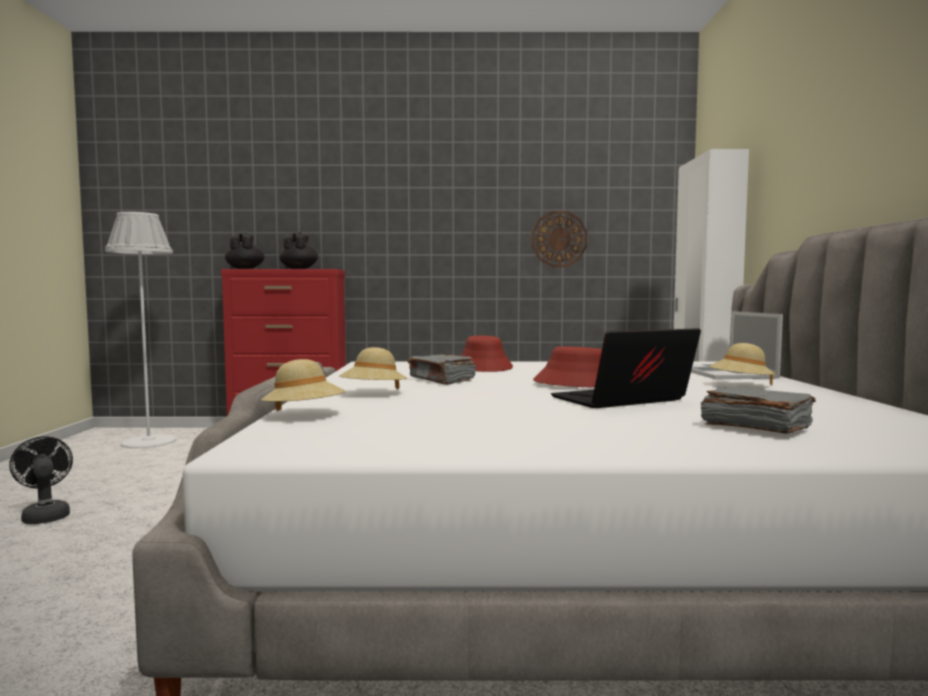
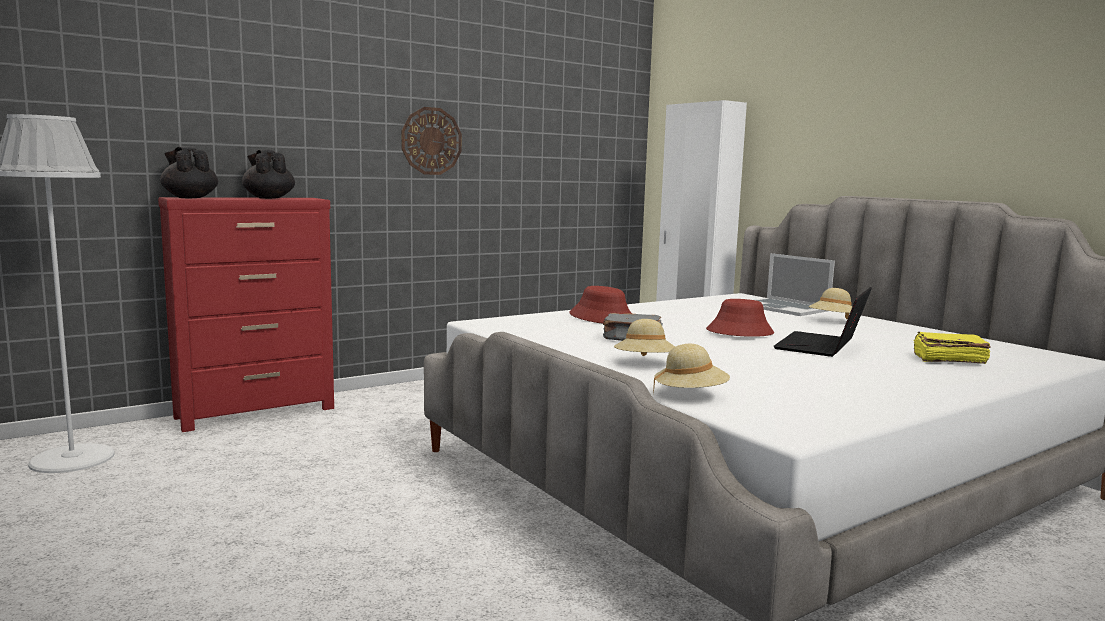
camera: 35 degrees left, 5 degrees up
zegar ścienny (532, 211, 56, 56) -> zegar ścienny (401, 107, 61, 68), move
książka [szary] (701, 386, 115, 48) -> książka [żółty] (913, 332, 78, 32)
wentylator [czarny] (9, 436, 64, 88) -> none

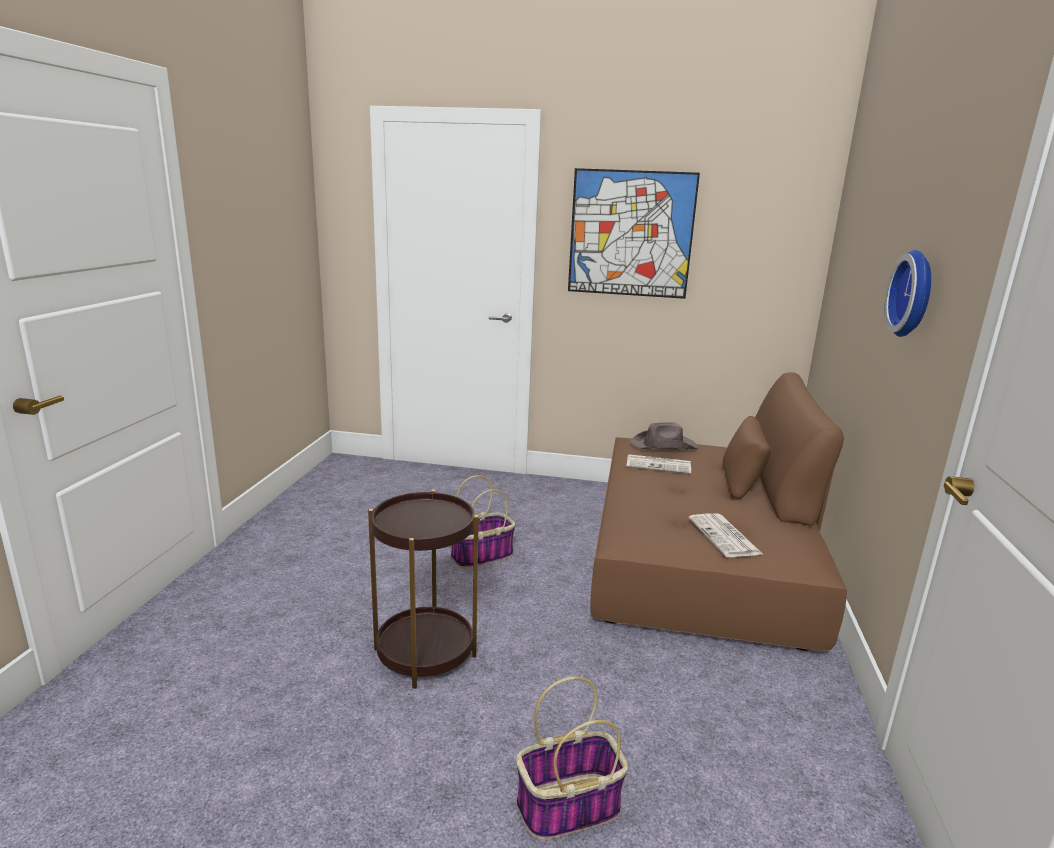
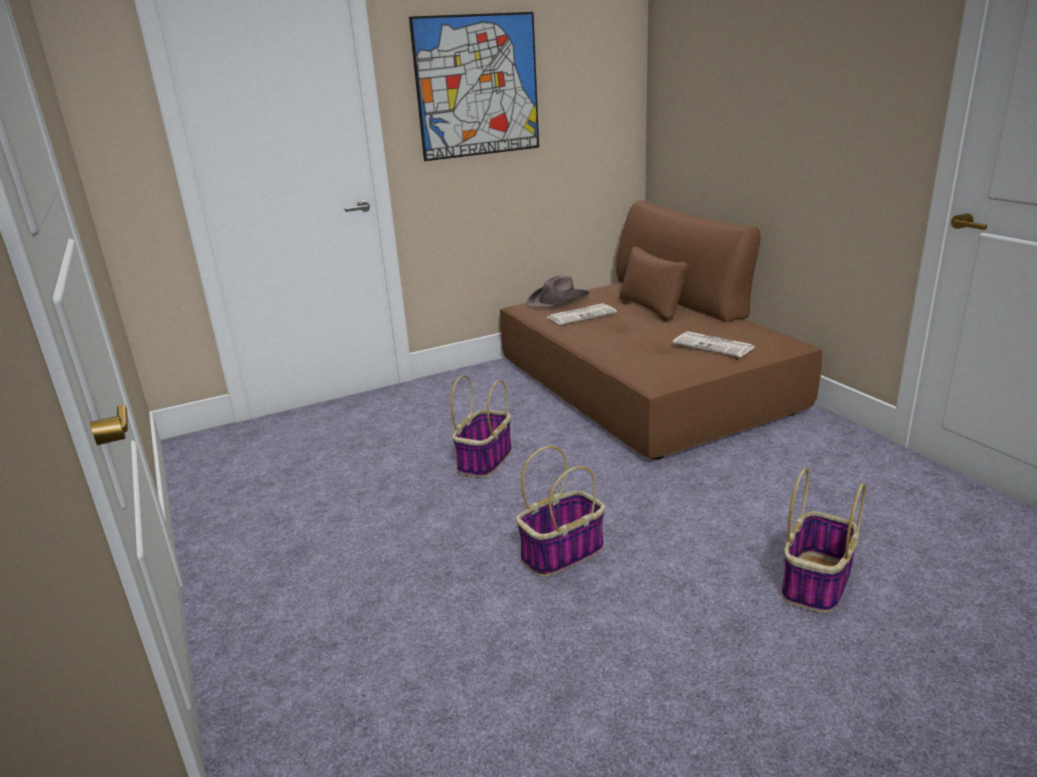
camera: 35 degrees left, 5 degrees up
zegar ścienny (884, 250, 47, 87) -> none
stolik [brązowy] (368, 489, 111, 199) -> koszyk (516, 446, 89, 131)

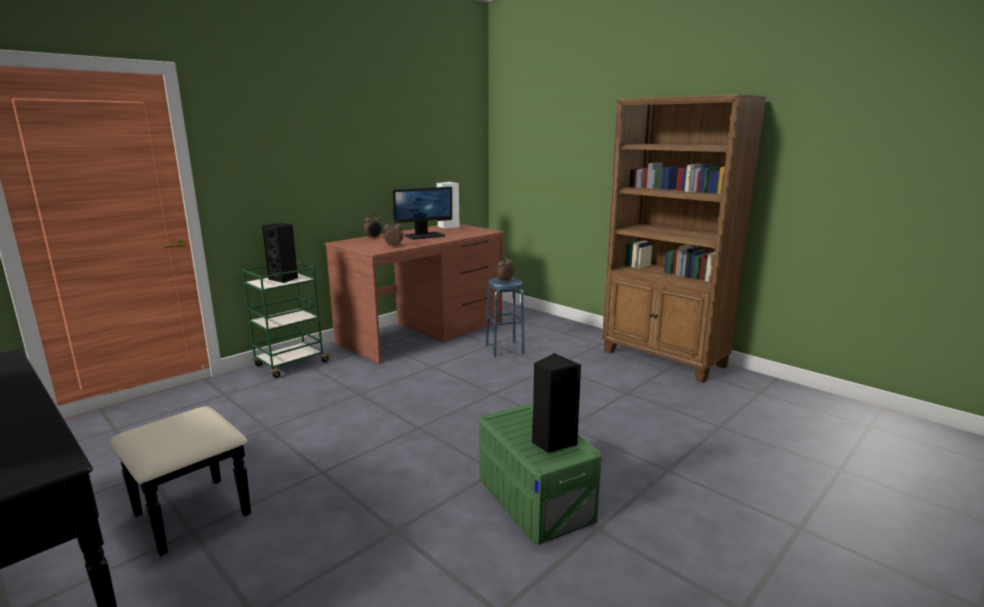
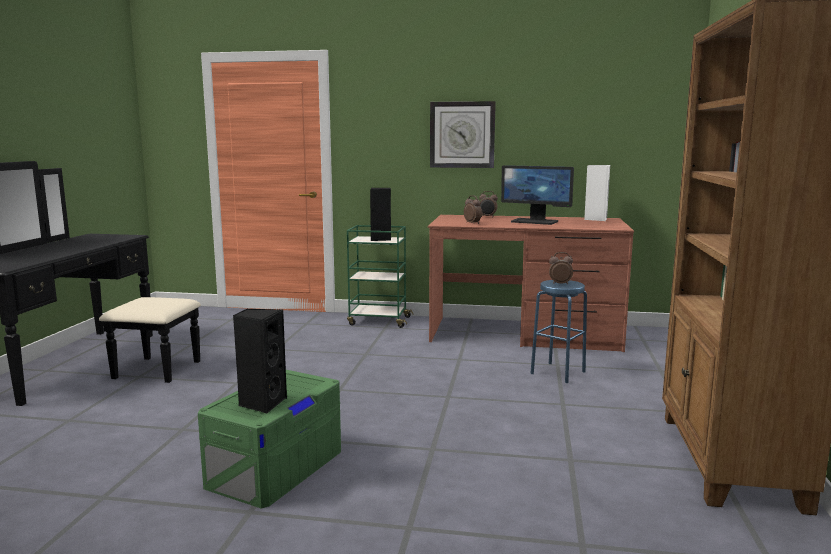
camera: 55 degrees right, 5 degrees down
none -> zegar ścienny (430, 101, 66, 67)

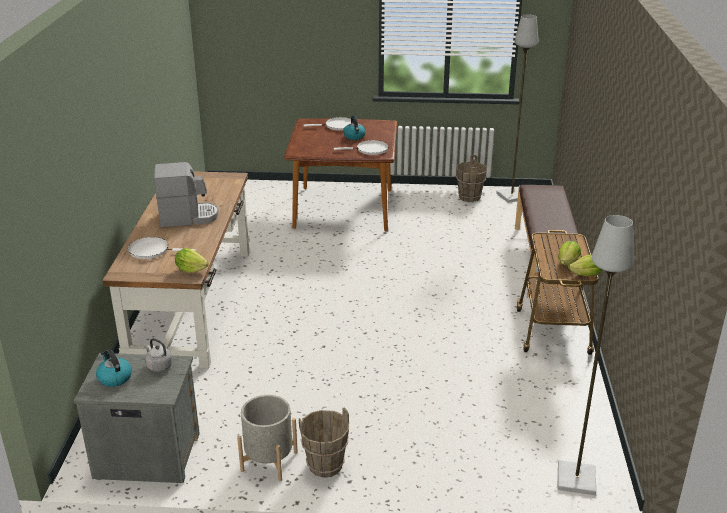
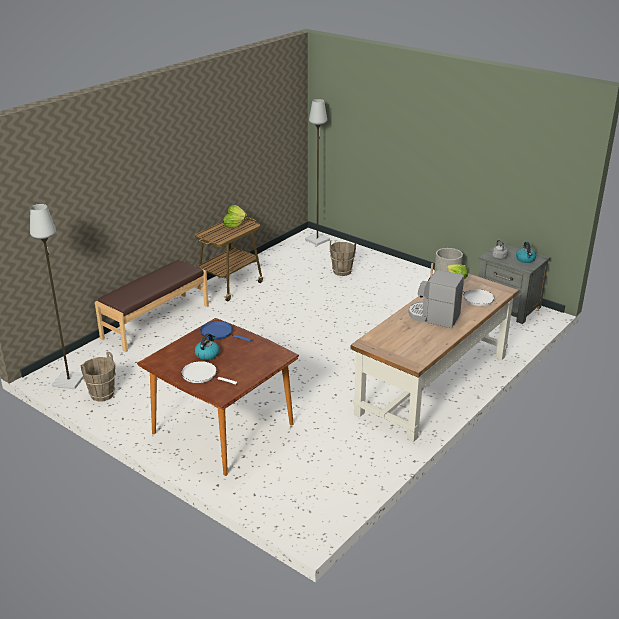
camera: 145 degrees left, 0 degrees up
patelnia [biały] (334, 140, 55, 15) -> patelnia [niebieski] (200, 321, 51, 21)
wiadro [brązowy] (299, 408, 50, 70) -> wiadro [brązowy] (330, 241, 26, 35), move

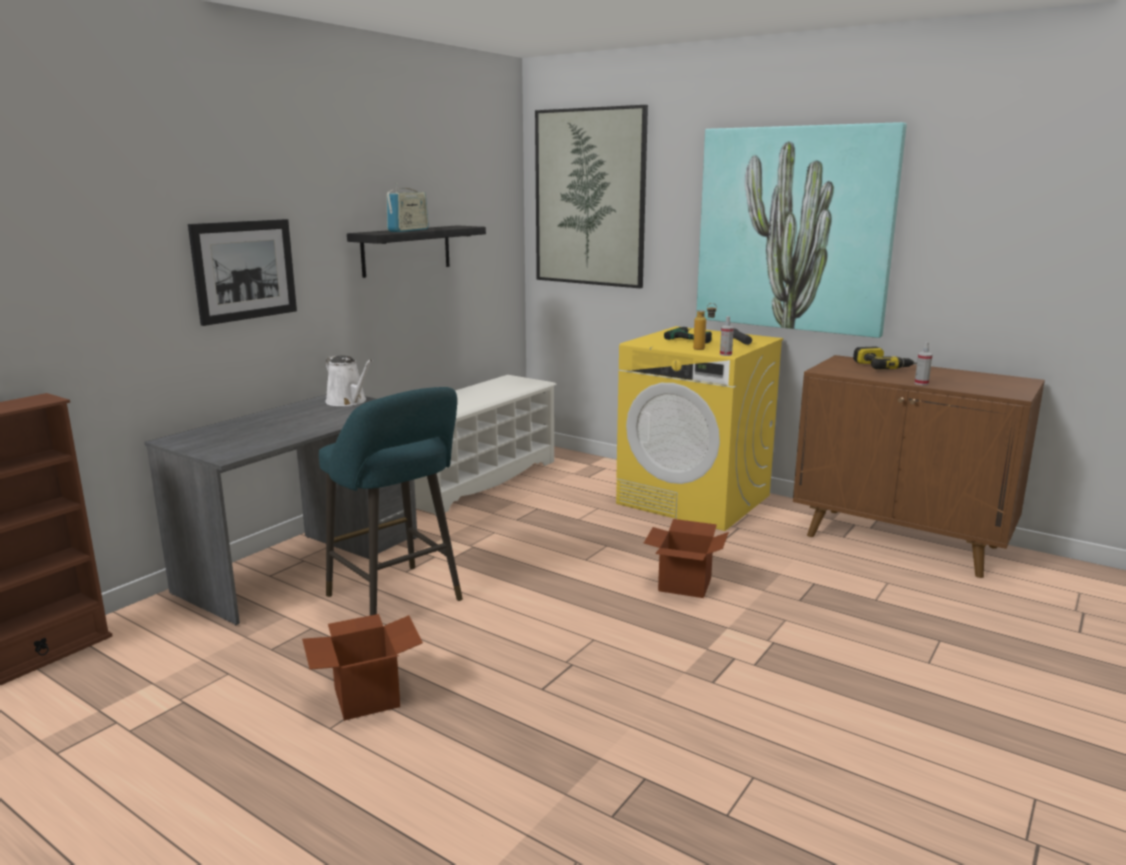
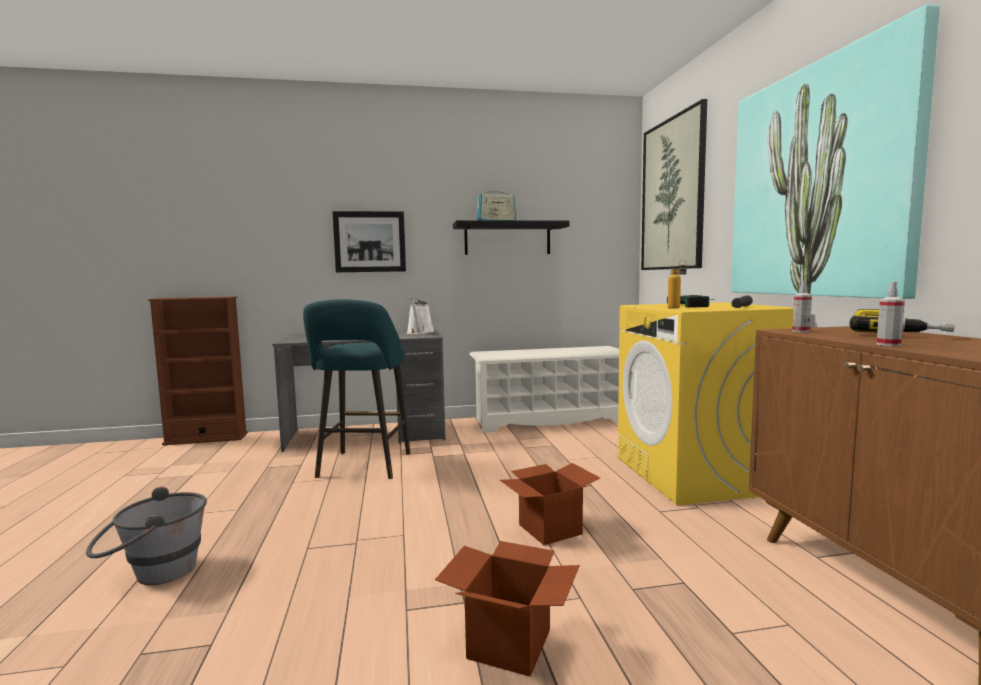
camera: 45 degrees right, 10 degrees down
spryskiwacz (720, 316, 14, 40) -> spryskiwacz (792, 281, 20, 51), move
karton (302, 614, 121, 107) -> karton (435, 541, 145, 136), move
none -> wiadro [szary] (86, 486, 121, 99)

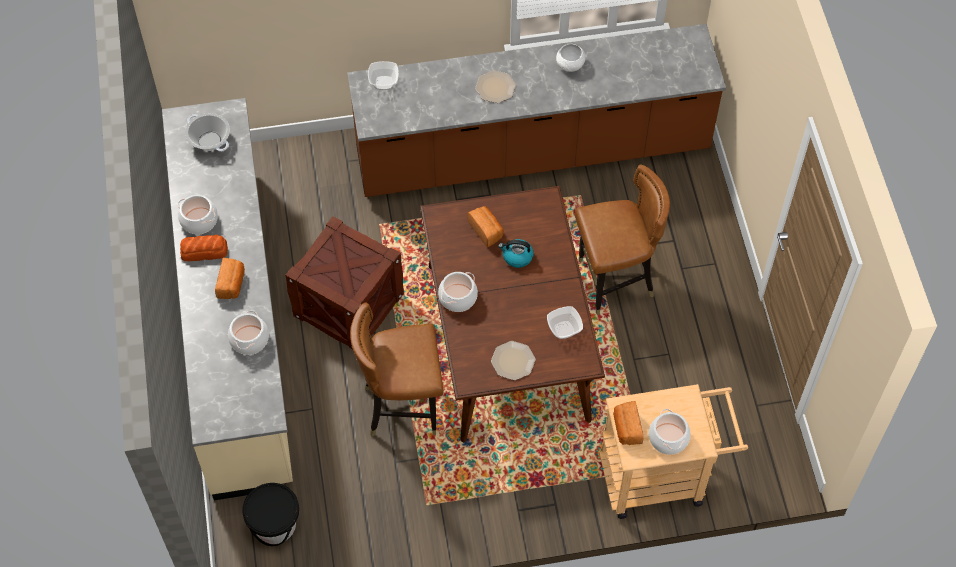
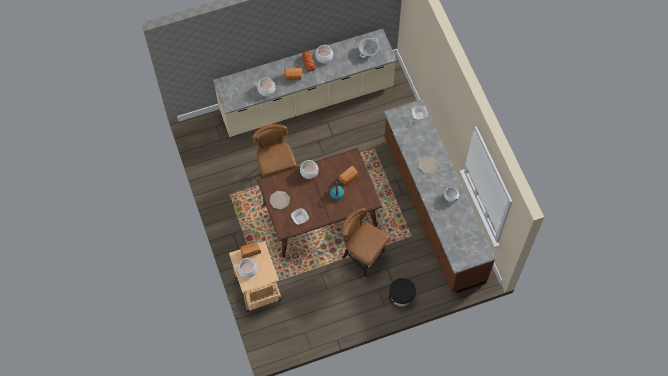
camera: 80 degrees right, 5 degrees up
krzesło [brązowy] (575, 164, 95, 151) -> krzesło [brązowy] (342, 208, 48, 71), 150 degrees clockwise
skrzynka (285, 216, 119, 134) -> none
wiadro [czarny] (242, 483, 57, 63) -> wiadro [czarny] (389, 278, 27, 29), move

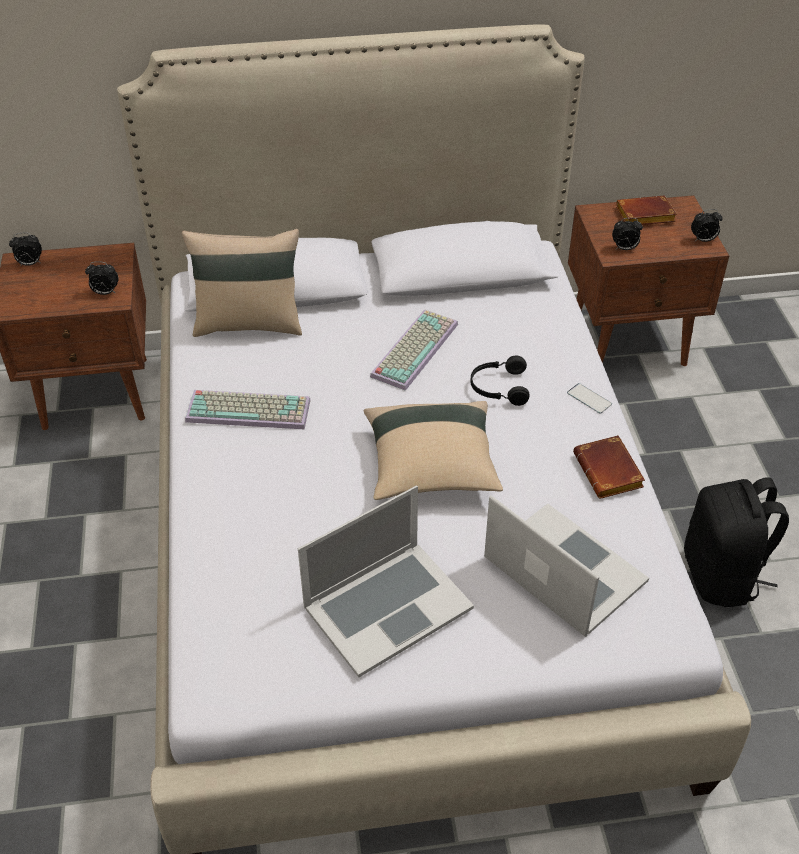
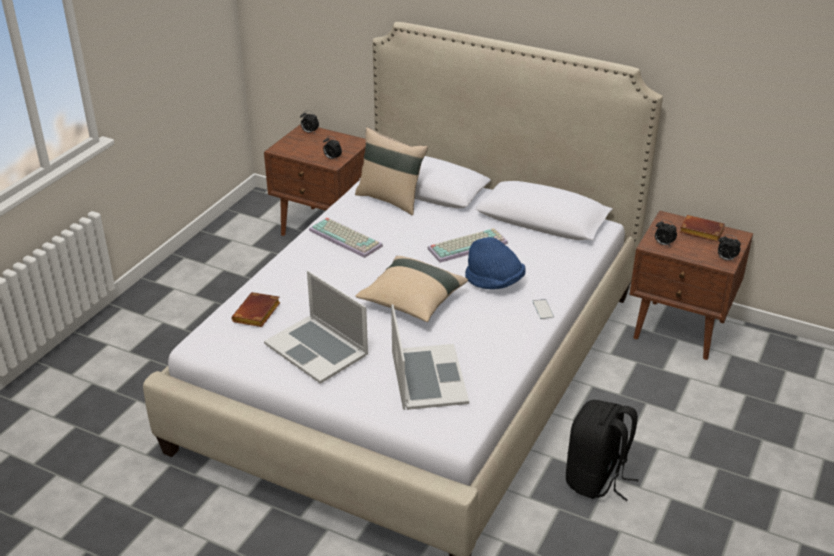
camera: 35 degrees right, 10 degrees down
słuchawki [czarny] (470, 355, 60, 51) -> kapelusz [niebieski] (465, 237, 61, 52)
książka [brązowy] (573, 435, 72, 64) -> książka [brązowy] (232, 292, 49, 35), move
laptop (298, 486, 176, 192) -> laptop (264, 271, 104, 113), 45 degrees clockwise

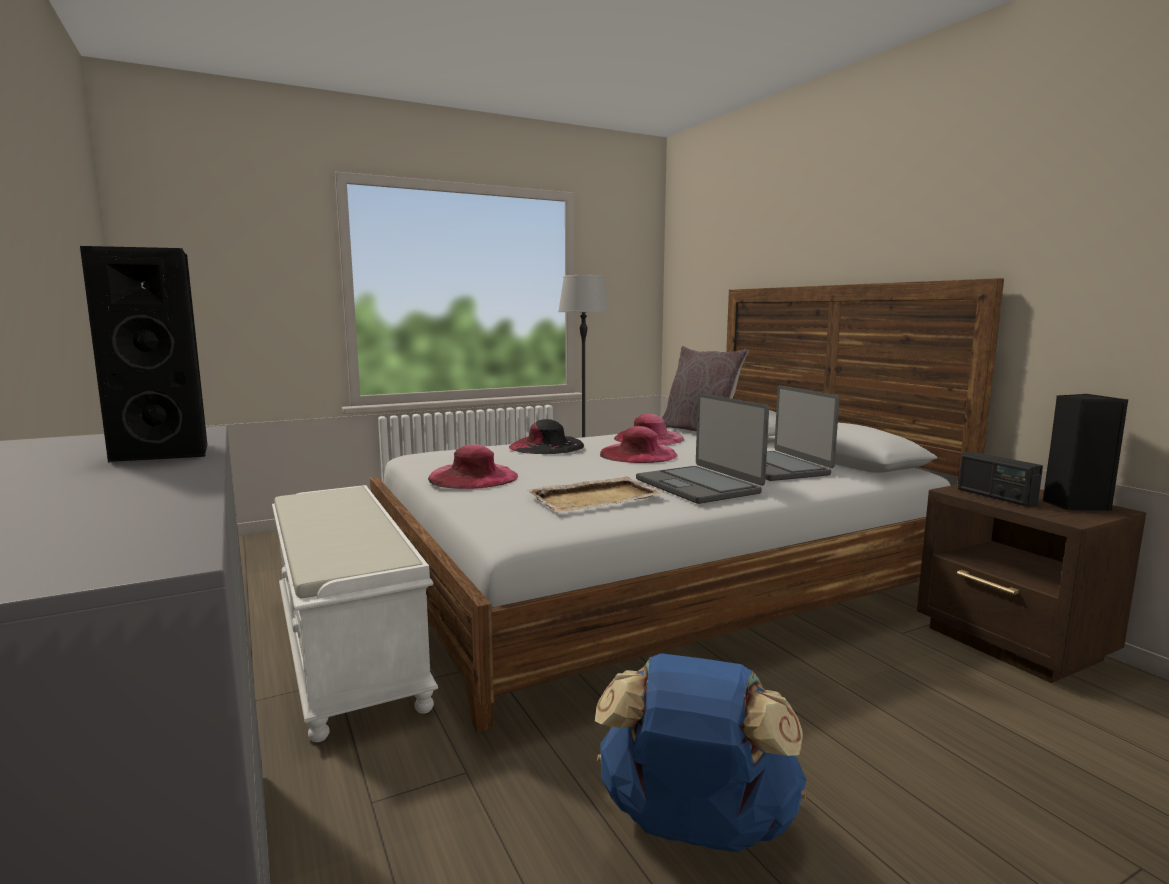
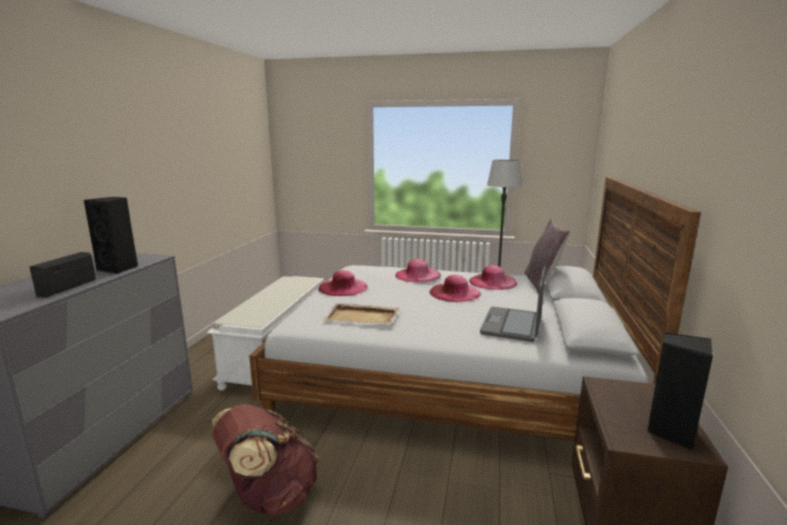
camera: 40 degrees right, 5 degrees up
laptop (636, 393, 133, 111) -> none
kapelusz [czarny] (509, 419, 75, 35) -> kapelusz [różowy] (395, 259, 46, 24)
radio (958, 452, 85, 55) -> radio (29, 252, 67, 45), move
plecak [niebieski] (595, 653, 211, 199) -> plecak [brązowy] (212, 404, 107, 112)

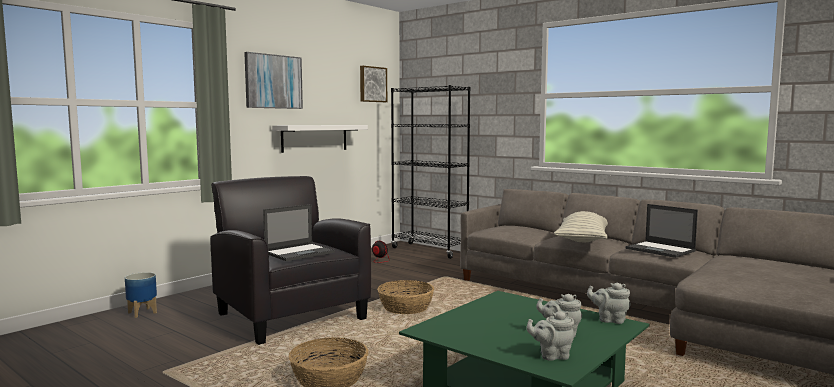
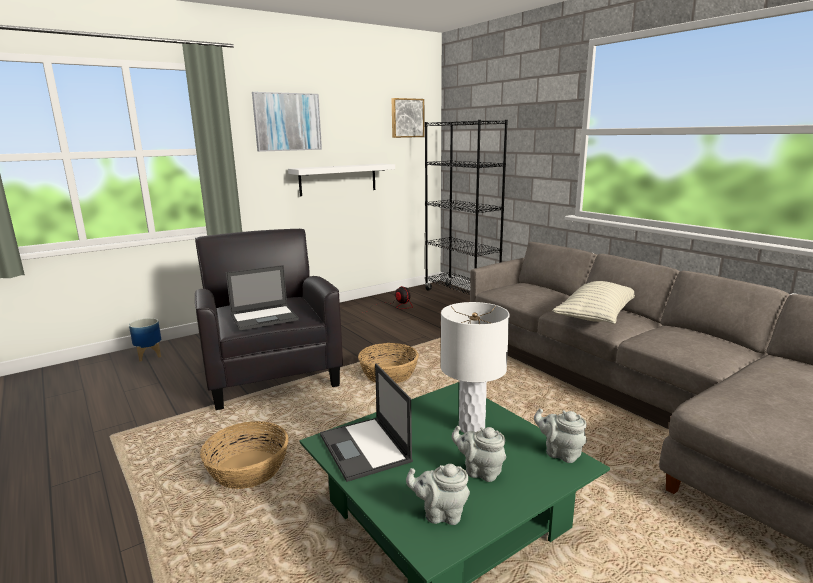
camera: 15 degrees right, 10 degrees up
laptop (626, 204, 72, 54) -> laptop (320, 363, 93, 119), move
none -> lampa stołowa [biały] (441, 302, 68, 131)

